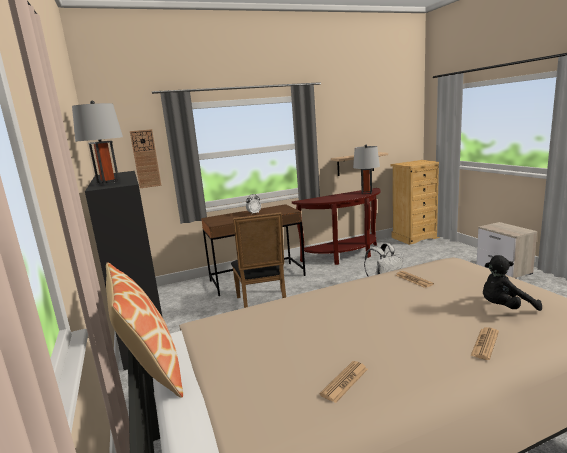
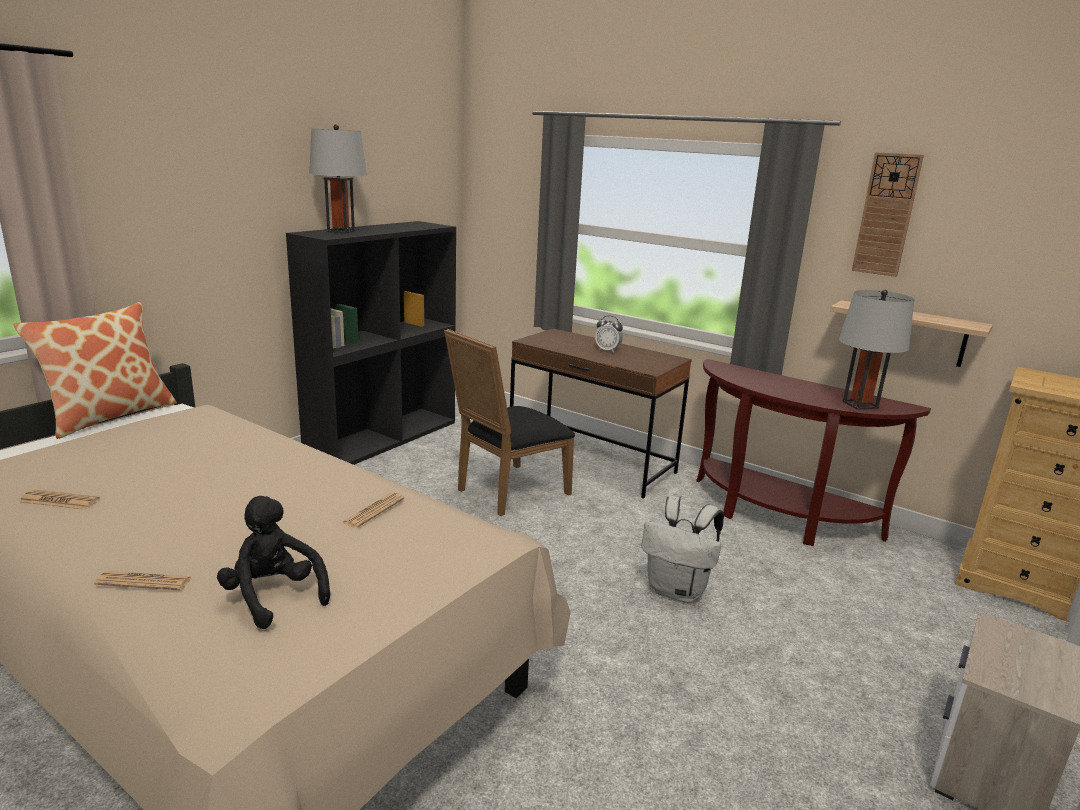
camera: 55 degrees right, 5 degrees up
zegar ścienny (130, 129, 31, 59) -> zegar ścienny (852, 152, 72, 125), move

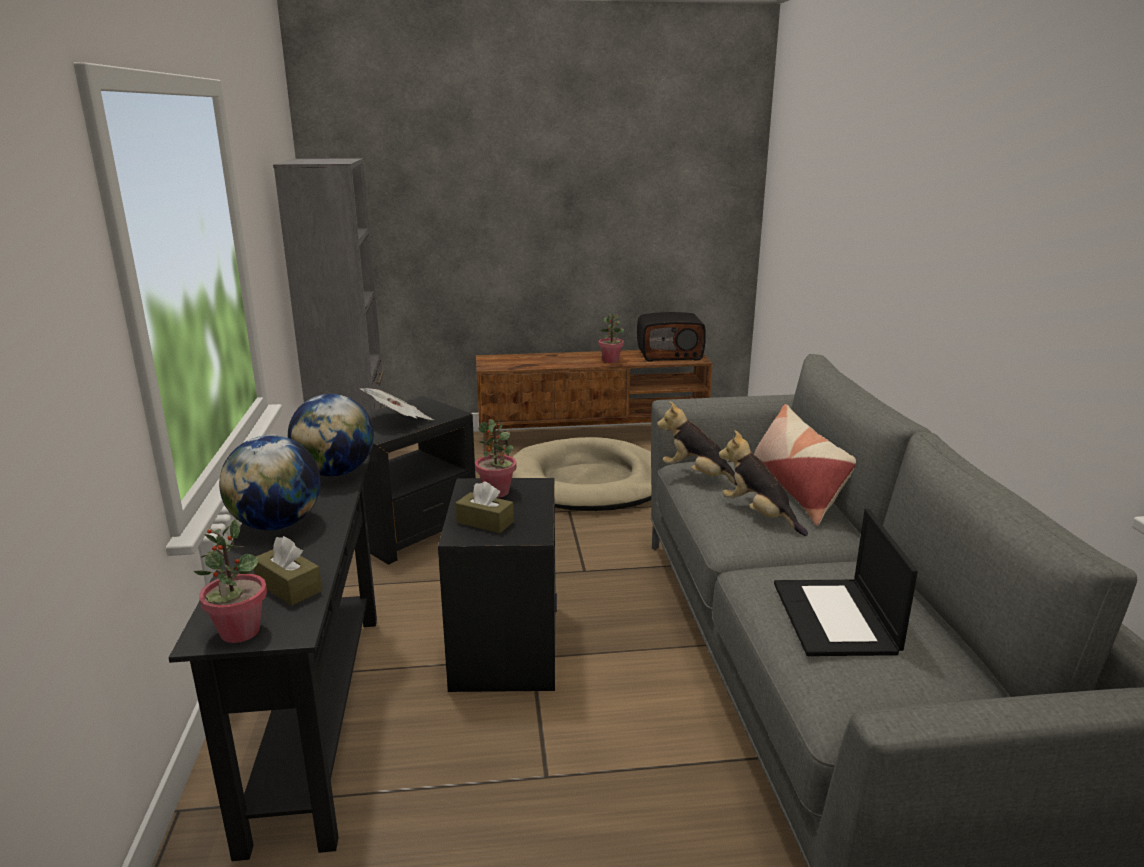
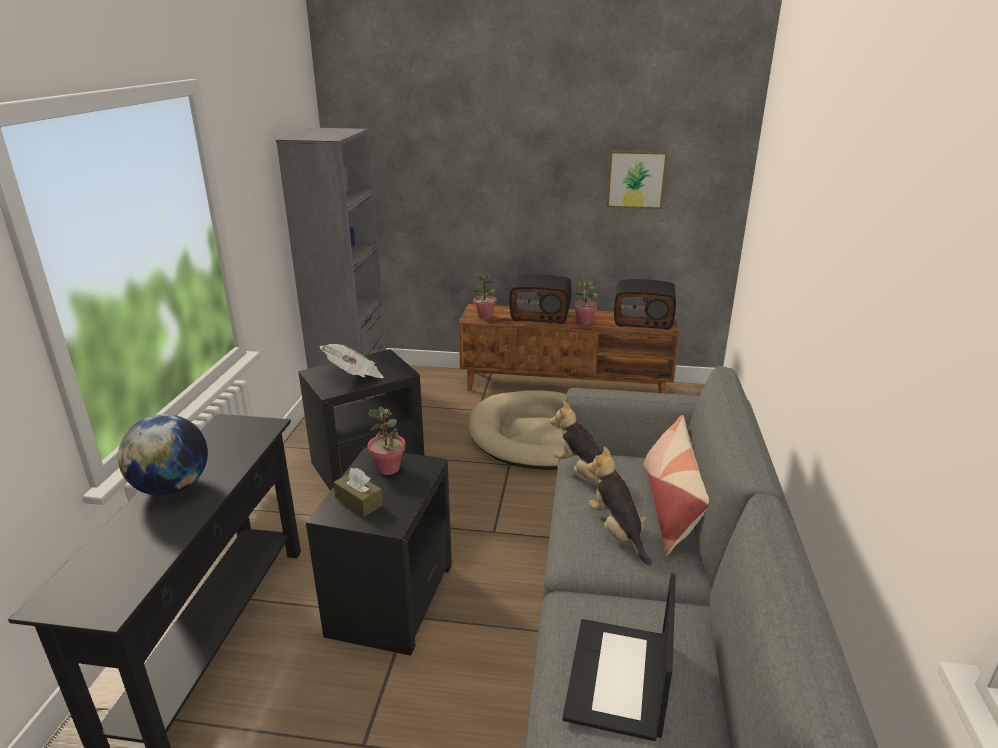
camera: 15 degrees right, 5 degrees up
globus (288, 394, 86, 83) -> none
roślina doniczkowa (194, 519, 73, 124) -> roślina doniczkowa (473, 273, 24, 47), move
pudełko chusteczek [brązowy] (254, 536, 68, 70) -> none
none -> obraz (607, 150, 61, 59)
none -> radio (509, 275, 62, 49)

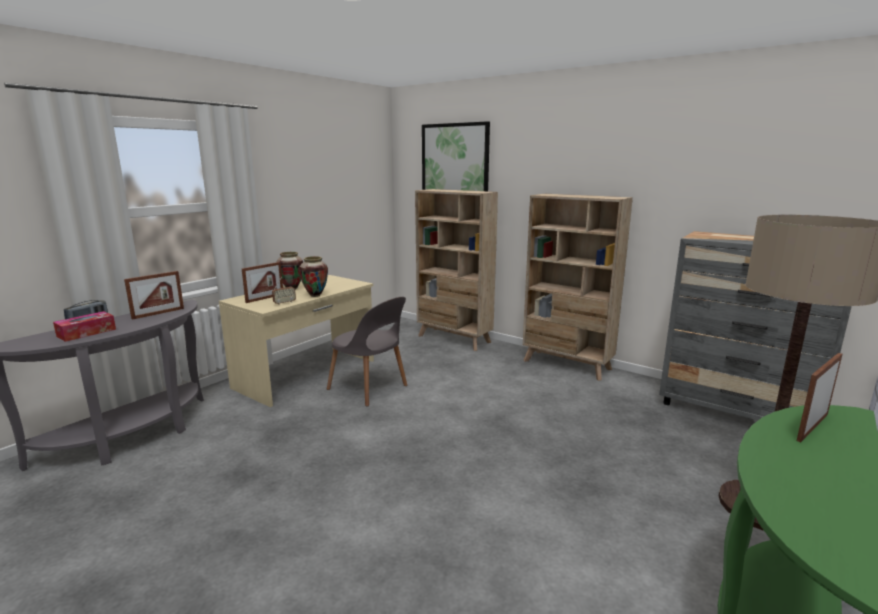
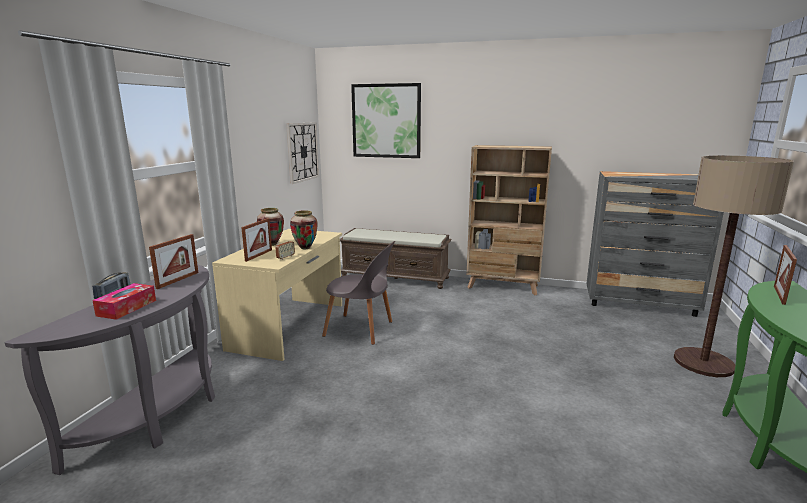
camera: 20 degrees left, 0 degrees up
regał [beżowy] (415, 189, 83, 162) -> ławka [brązowy] (340, 228, 112, 61)
none -> zegar ścienny (286, 122, 33, 62)

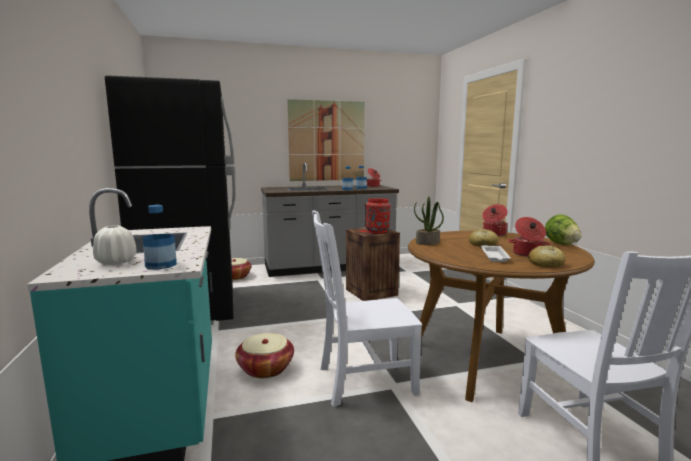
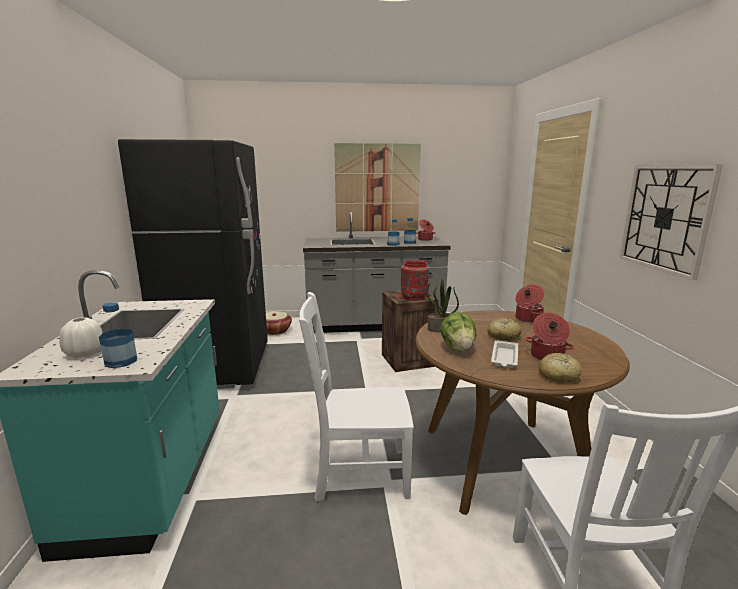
camera: 10 degrees right, 5 degrees up
sałata (545, 214, 36, 31) -> sałata (440, 312, 36, 39), move
koszyk (235, 333, 59, 45) -> none
none -> zegar ścienny (620, 165, 103, 115)

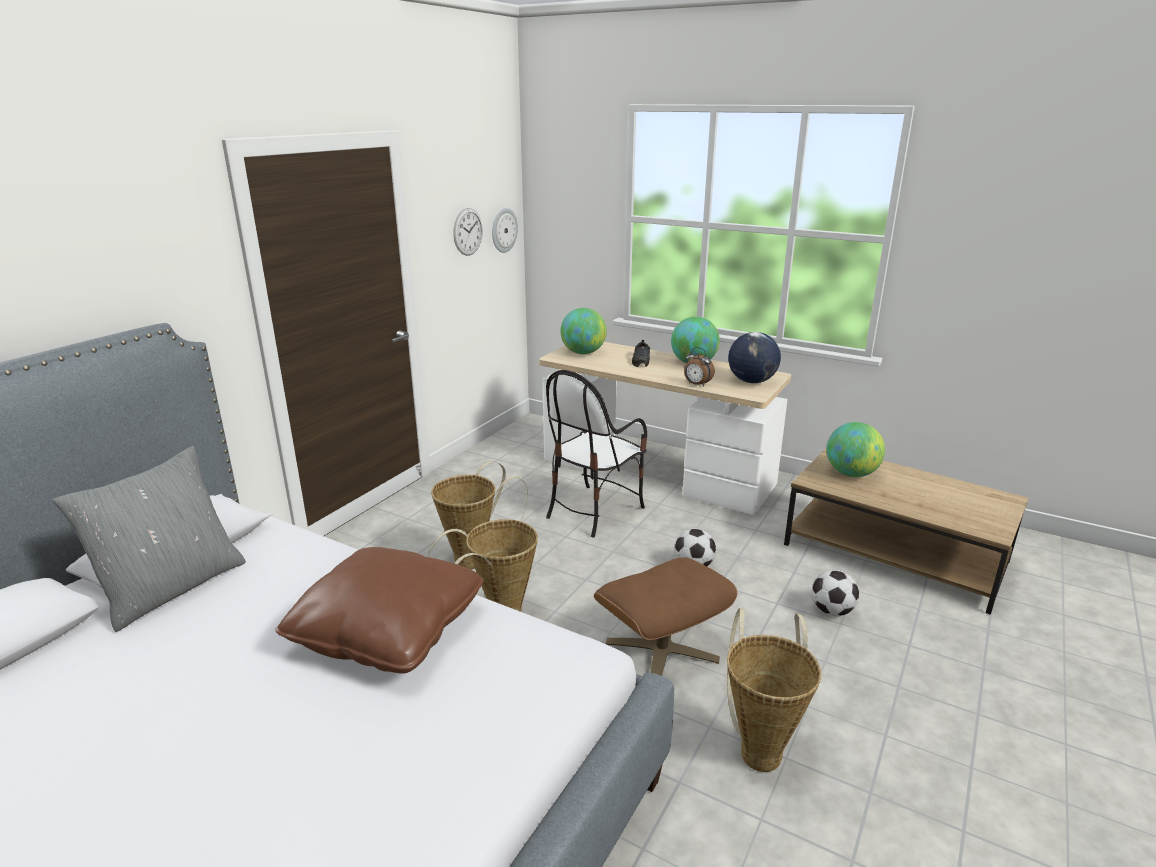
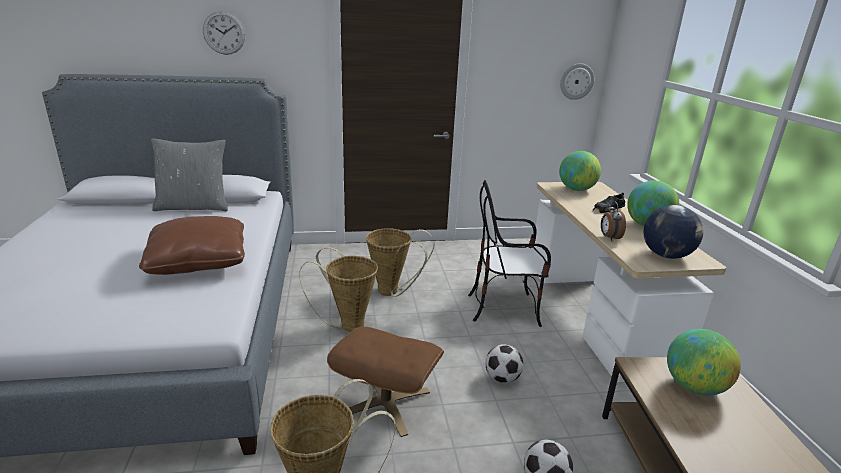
camera: 50 degrees right, 0 degrees up
zegar ścienny (453, 208, 30, 48) -> zegar ścienny (203, 11, 42, 44), move

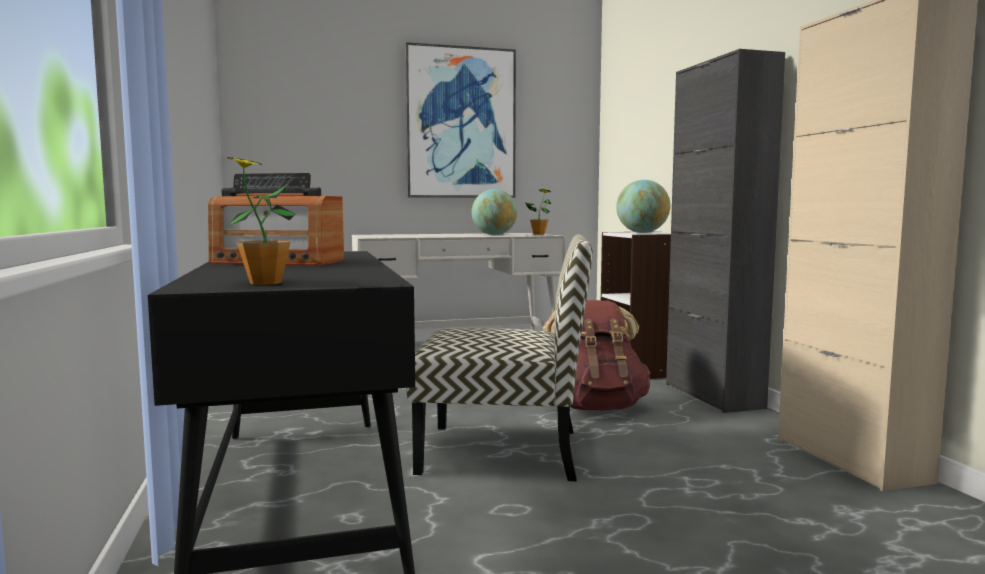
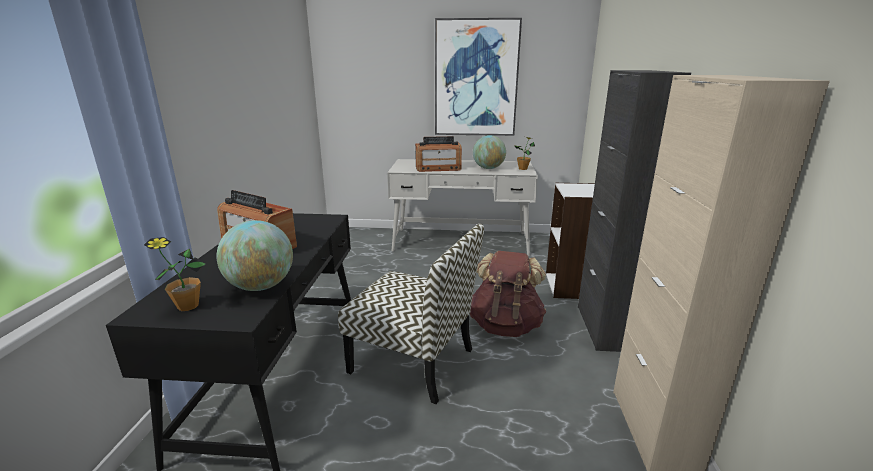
camera: 20 degrees right, 15 degrees up
globus (616, 180, 55, 53) -> globus (217, 220, 76, 71), move
none -> radio (415, 136, 47, 36)

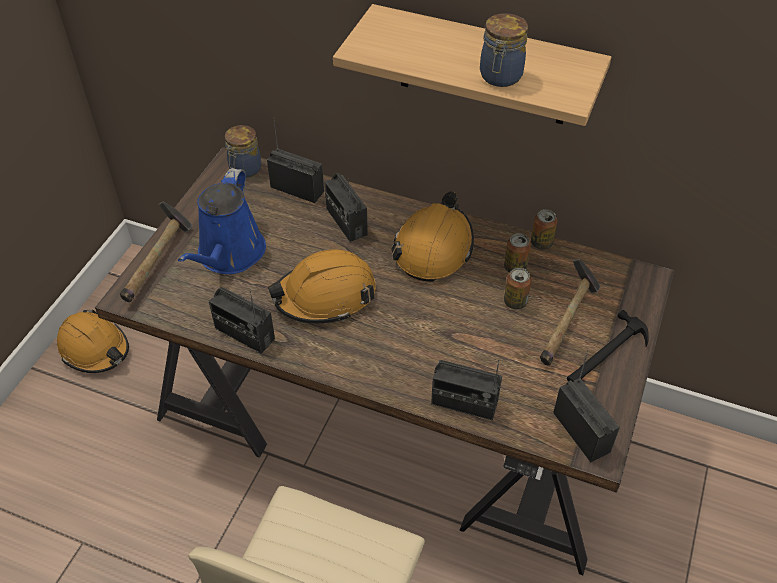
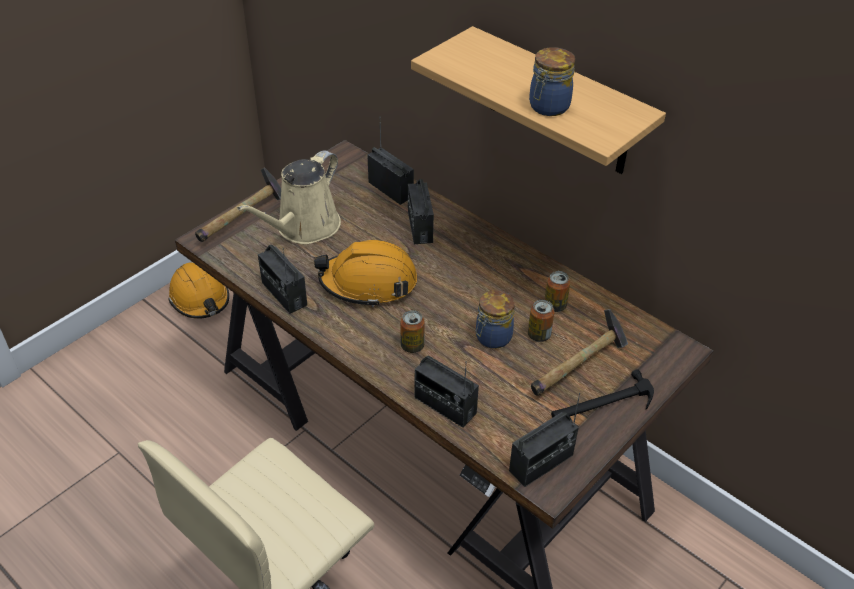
camera: 20 degrees right, 5 degrees down
słoik (225, 125, 36, 53) -> słoik (476, 290, 39, 59), move
konewka [niebieski] (178, 168, 88, 106) -> konewka [beżowy] (237, 150, 104, 94)
kask [pomarańczowy] (391, 192, 83, 90) -> none
puszka (531, 209, 26, 41) -> puszka (400, 310, 25, 43), move
radio (553, 350, 67, 112) -> radio (509, 393, 71, 94), 60 degrees clockwise

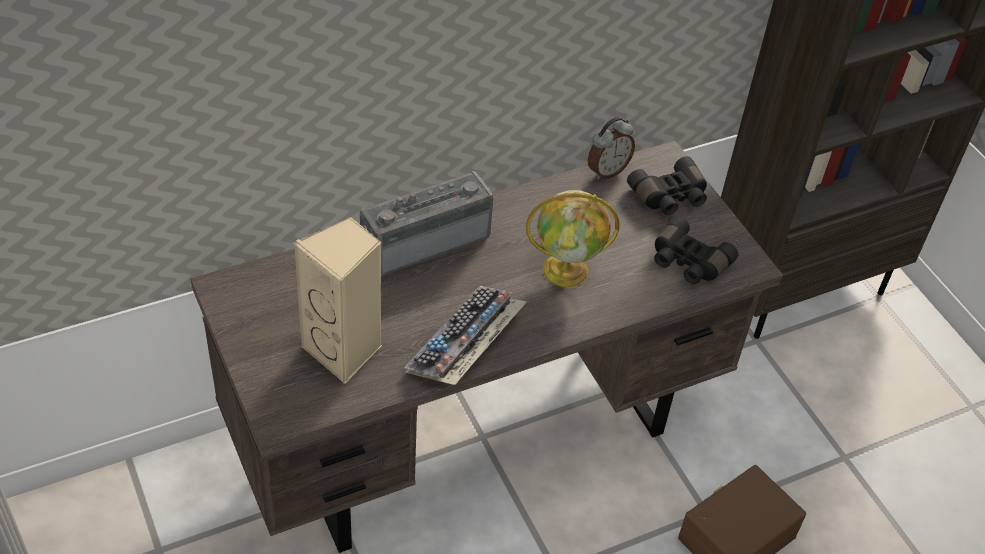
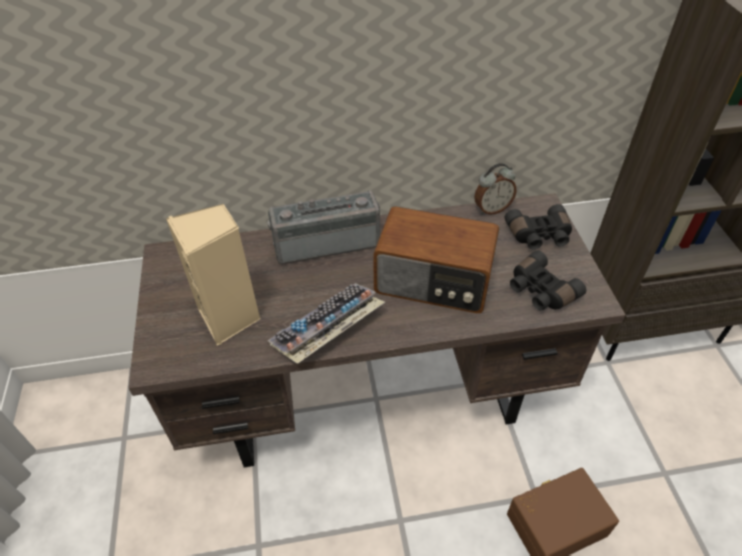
camera: 20 degrees right, 0 degrees up
globus (526, 190, 93, 97) -> radio (373, 206, 126, 107)

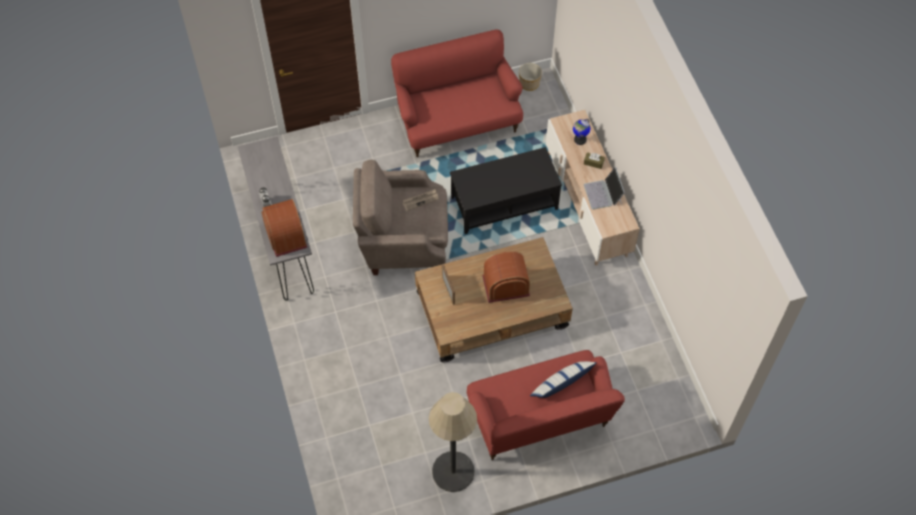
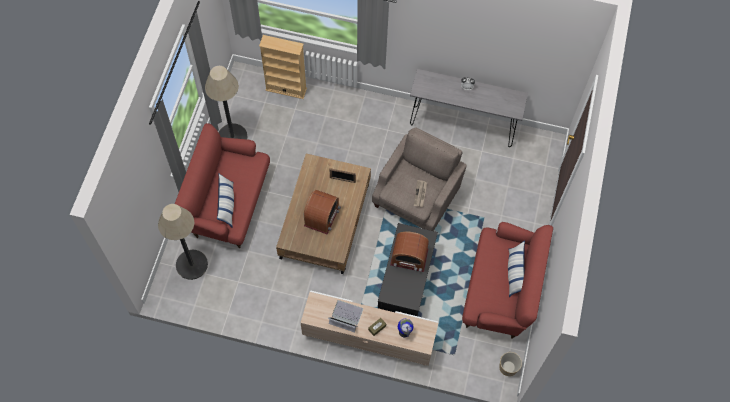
camera: 120 degrees right, 5 degrees up
radio (261, 199, 47, 58) -> radio (390, 231, 39, 41), move
none -> regał [beżowy] (259, 35, 48, 64)
none -> lampa stojąca (158, 204, 50, 76)
none -> poduszka (508, 241, 17, 56)

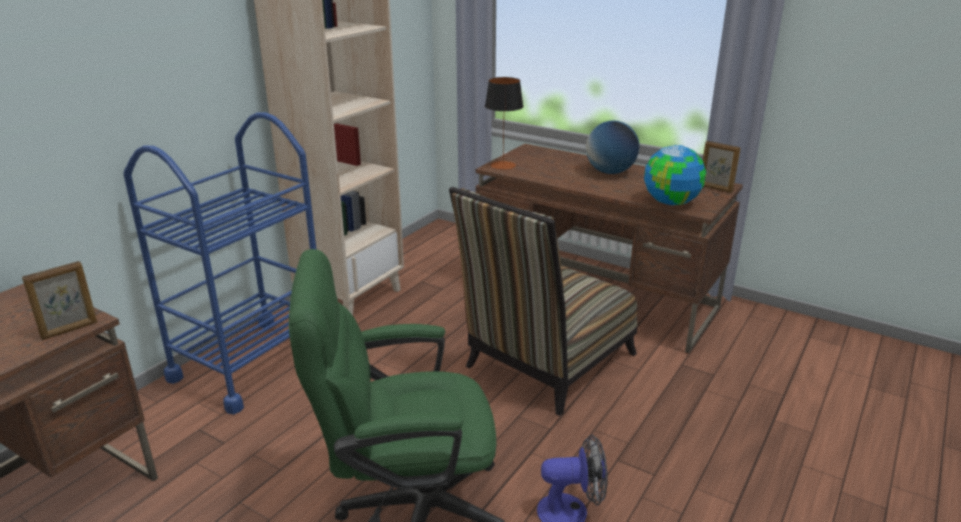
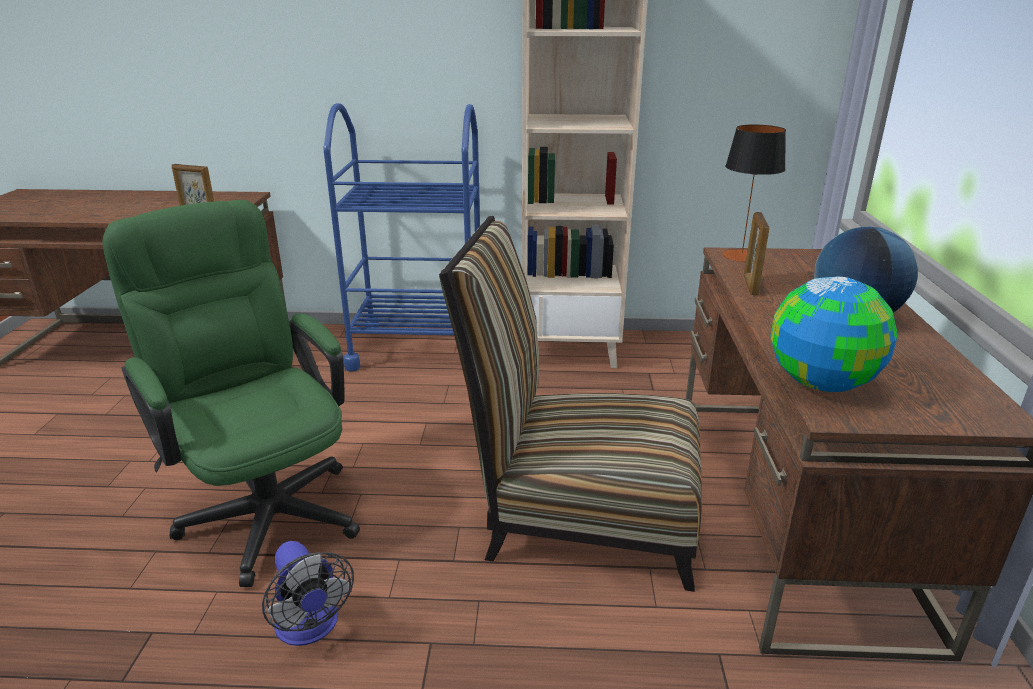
camera: 60 degrees right, 0 degrees up
ramka na zdjęcie (703, 141, 38, 52) -> ramka na zdjęcie (744, 212, 25, 83), move

